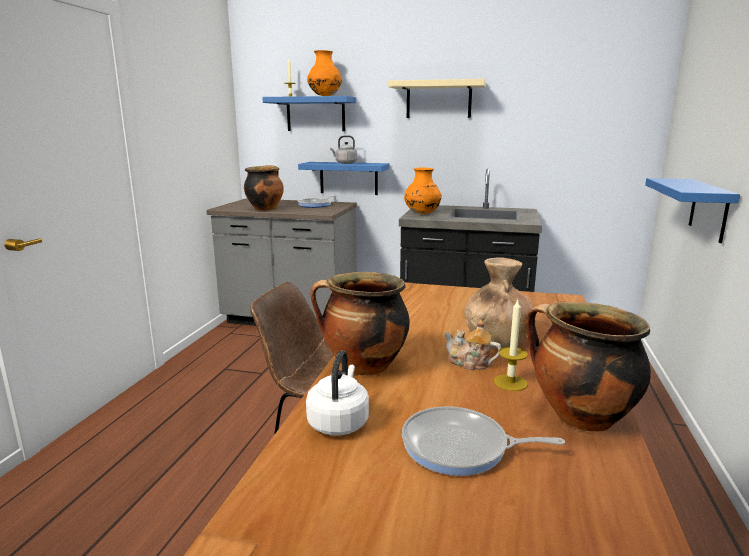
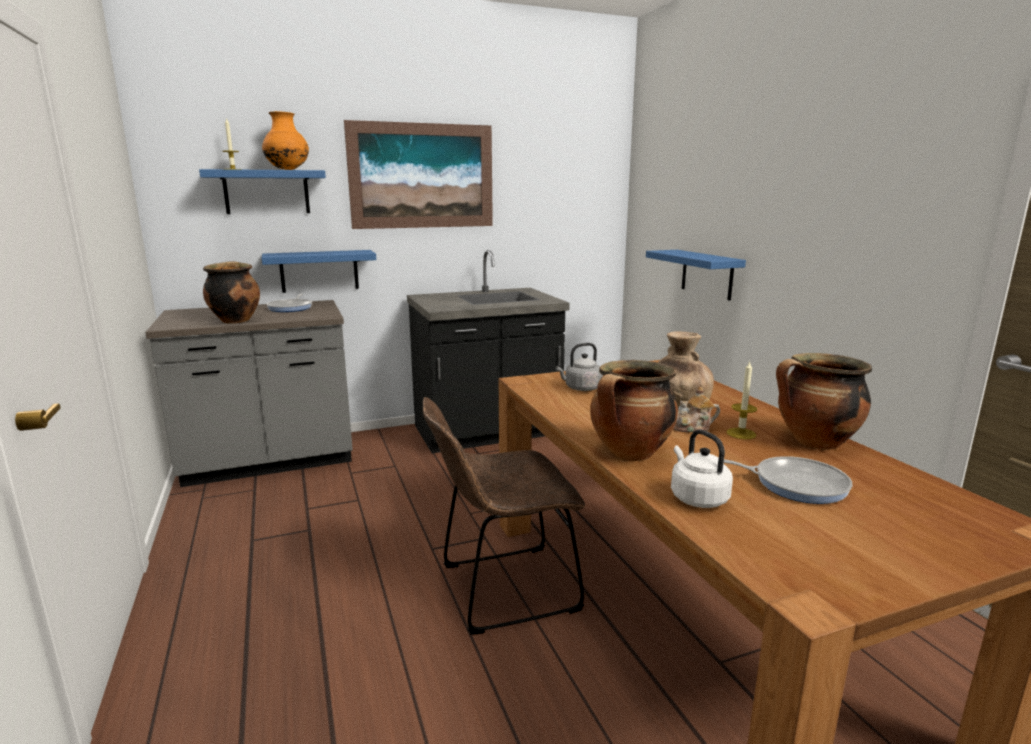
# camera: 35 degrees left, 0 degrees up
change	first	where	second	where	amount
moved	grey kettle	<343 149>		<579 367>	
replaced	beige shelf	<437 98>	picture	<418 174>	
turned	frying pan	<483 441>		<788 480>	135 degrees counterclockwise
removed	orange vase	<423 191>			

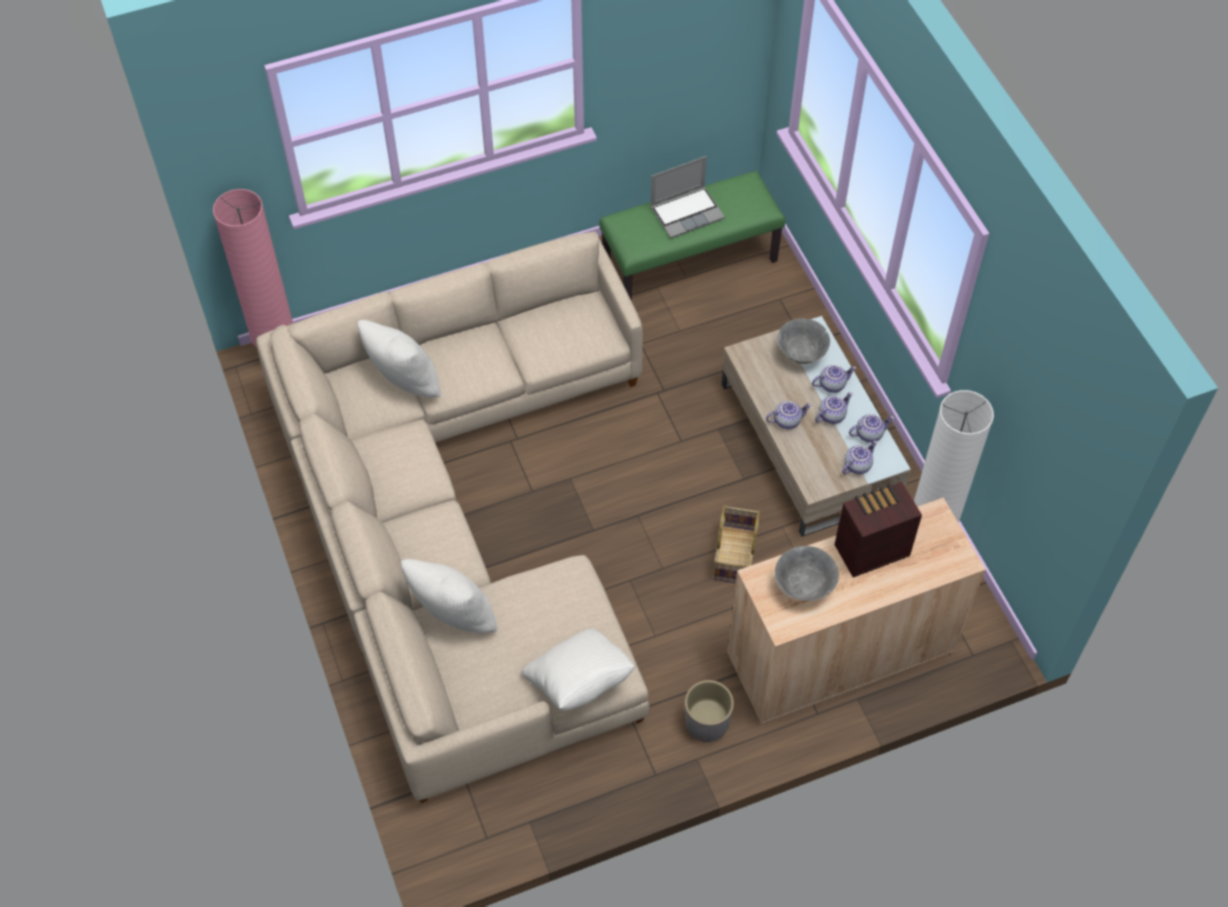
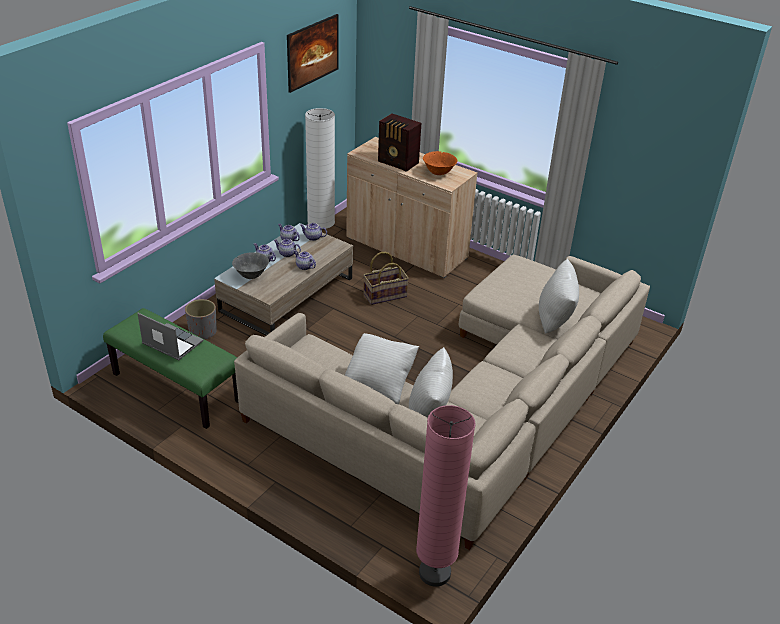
# camera: 125 degrees left, 20 degrees down
change	first	where	second	where	amount
moved	white pillow	<578 669>		<382 368>	
moved	grey planter	<709 711>		<201 319>	
recoloured	grey bowl	<807 573>	orange bowl	<440 163>	
added			picture	<313 53>	

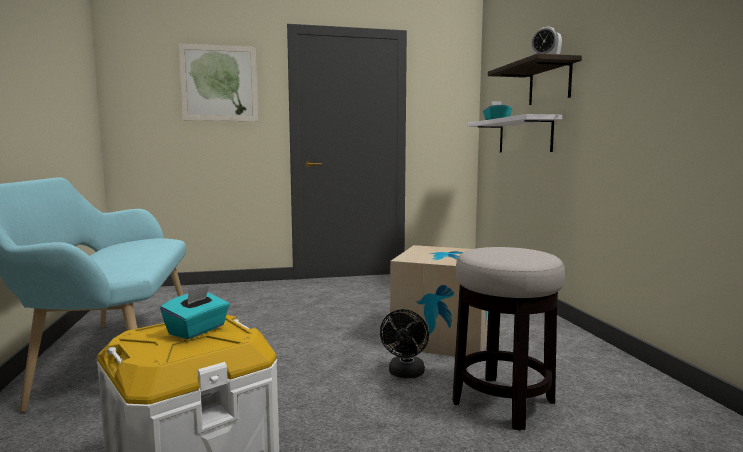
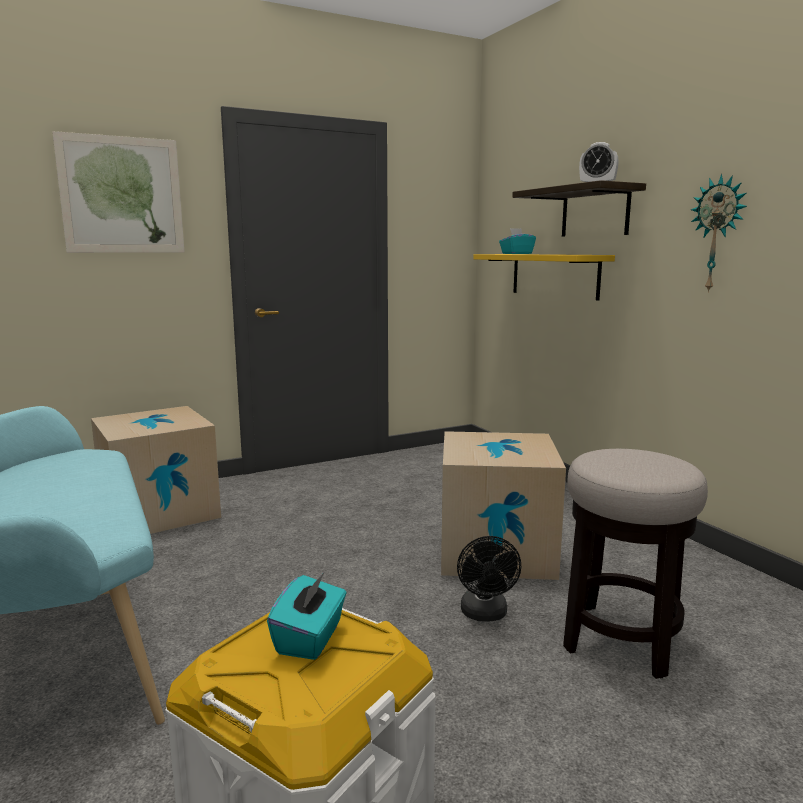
# camera: 15 degrees left, 5 degrees up
change	first	where	second	where	amount
recoloured	white shelf	<514 133>	yellow shelf	<544 277>	
added			cardboard box	<156 470>	
added			wall clock	<719 233>	

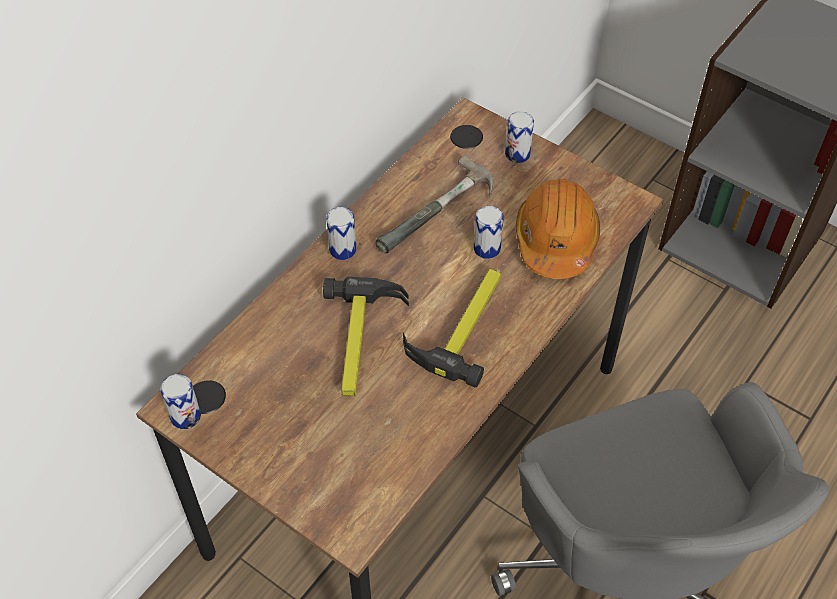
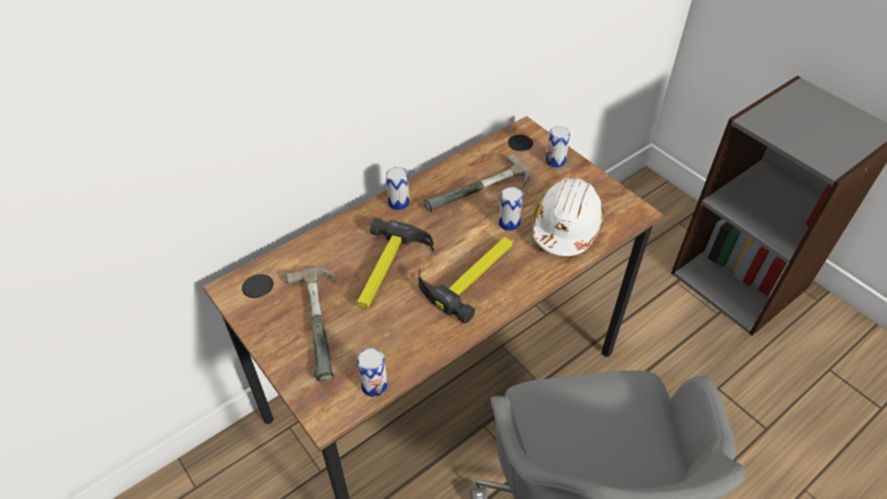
# camera: 15 degrees right, 5 degrees down
change	first	where	second	where	amount
moved	can	<180 401>		<372 372>	
recoloured	orange hard hat	<558 229>	white hard hat	<568 217>	
added			hammer	<311 325>	

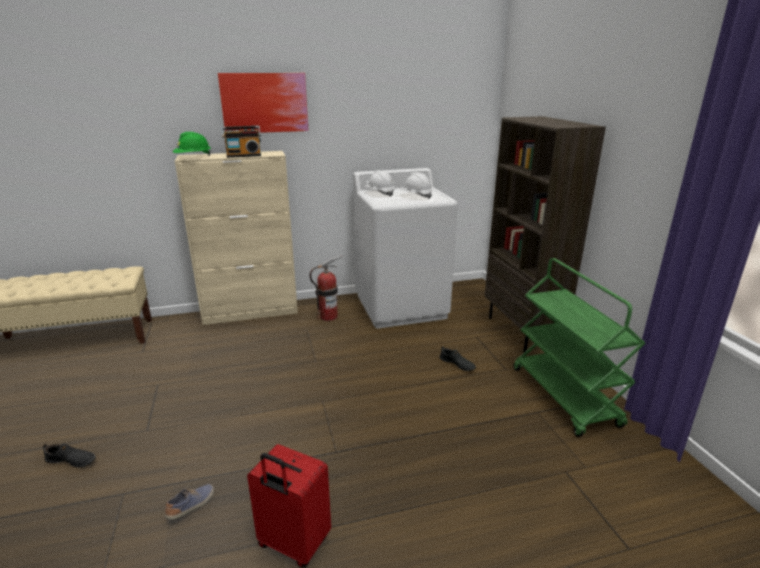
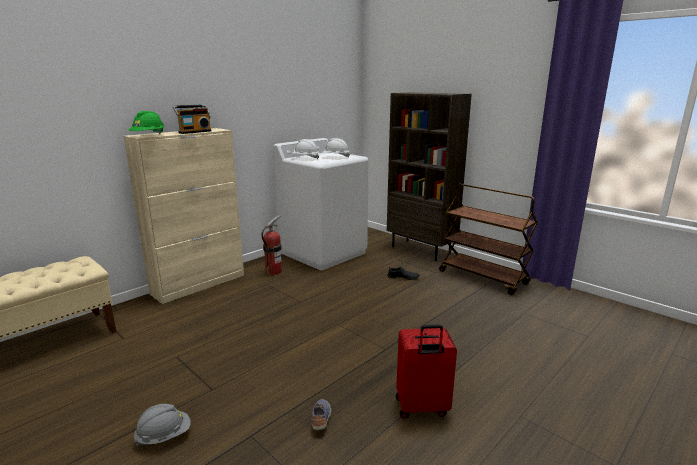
# camera: 30 degrees left, 5 degrees down
change	first	where	second	where	amount
replaced	black shoe	<69 455>	grey hard hat	<162 425>	
removed	picture	<263 103>			
recoloured	green cart	<579 347>	brown cart	<488 239>	

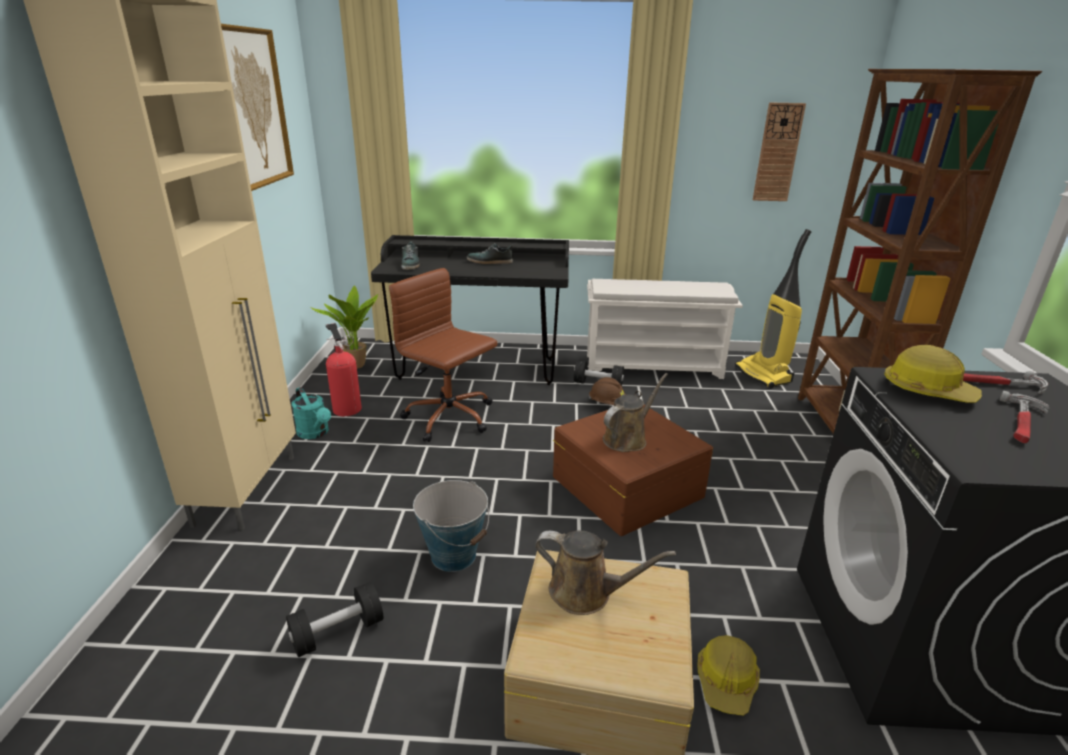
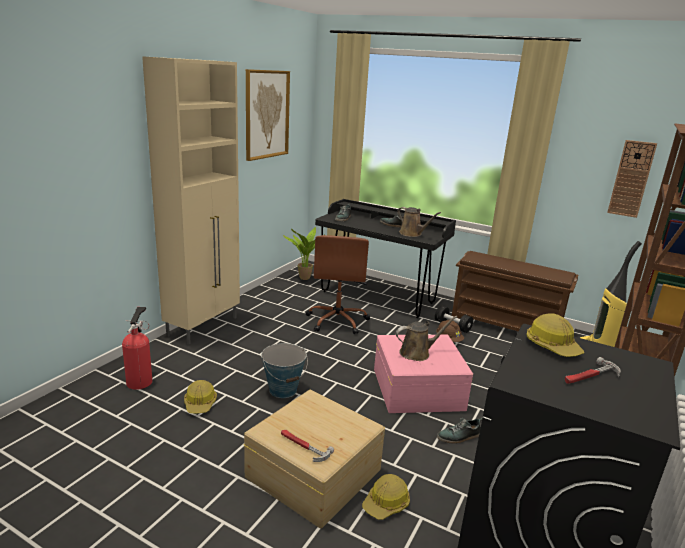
# camera: 25 degrees right, 5 degrees down
change	first	where	second	where	amount
replaced	black dumbbell	<334 620>	hard hat	<200 397>	
removed	turquoise watering can	<311 413>			
moved	fire extinguisher	<344 369>		<137 348>	
turned	brown office chair	<443 355>		<337 284>	150 degrees counterclockwise
moved	brown watering can	<605 573>		<419 222>	
recoloured	brown storage box	<633 470>	pink storage box	<423 374>	
recoloured	white shoe rack	<665 329>	brown shoe rack	<515 291>	
moved	hammer	<1005 382>		<307 446>	
added			shoe	<459 431>	

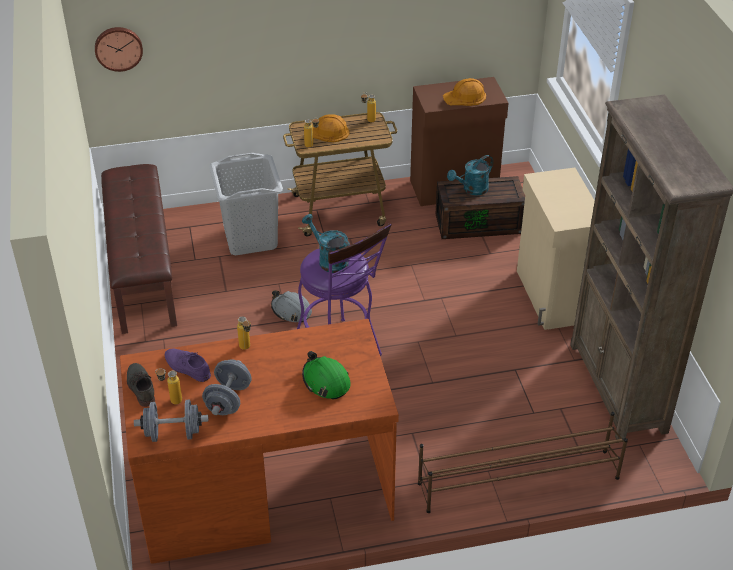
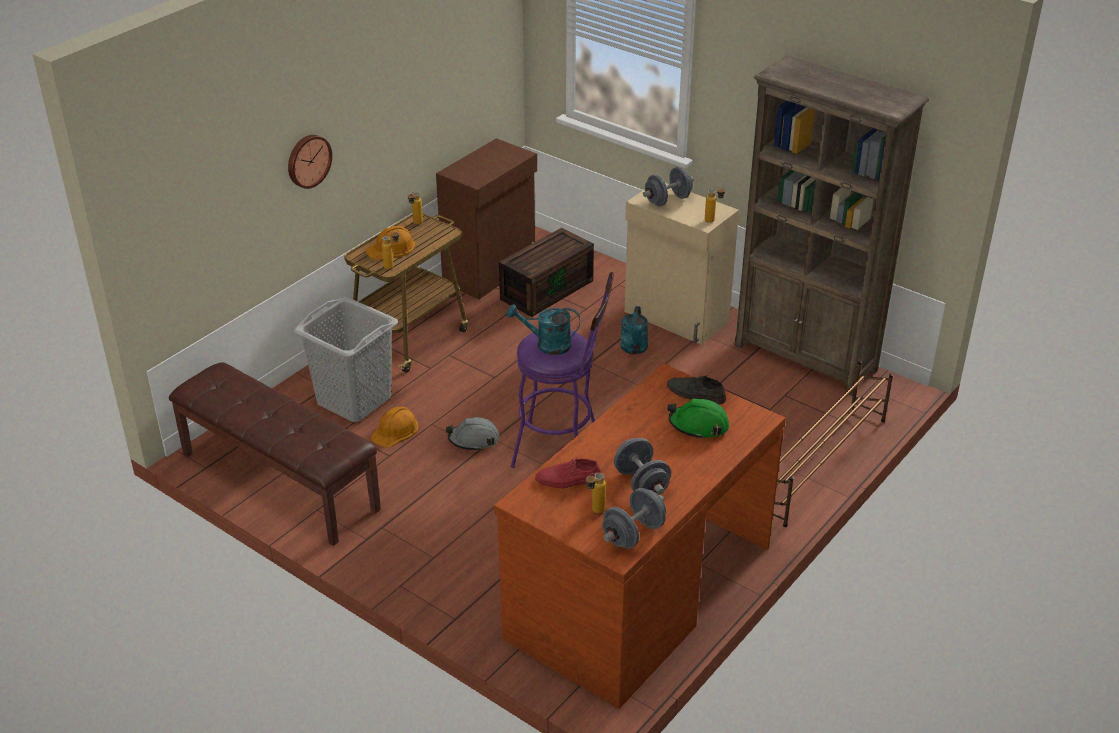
# camera: 40 degrees left, 5 degrees down
change	first	where	second	where	amount
moved	wall clock	<119 49>		<310 162>	
moved	grey shoe	<141 385>		<696 390>	
recoloured	purple shoe	<188 365>	red shoe	<568 472>	
moved	bottle	<244 333>		<715 204>	
moved	orange hard hat	<464 92>		<394 427>	
moved	turquoise watering can	<470 175>		<634 330>	
added			grey dumbbell	<668 186>	

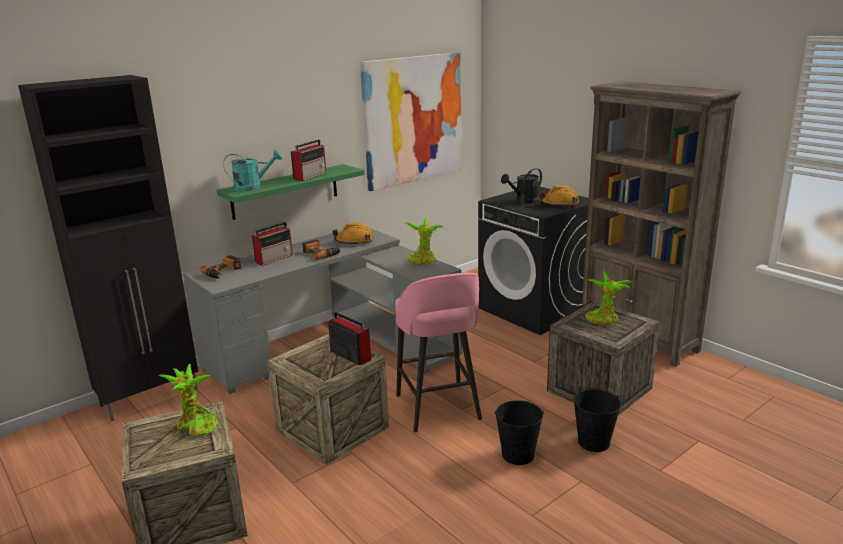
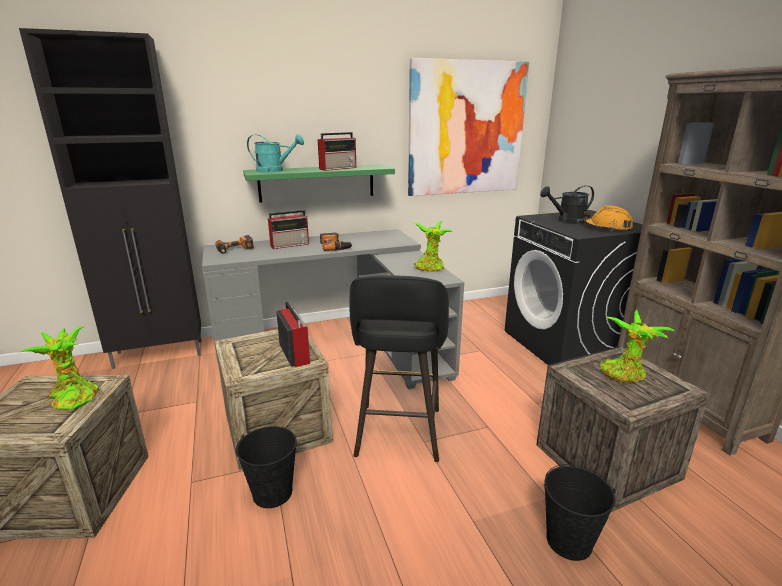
# camera: 20 degrees right, 0 degrees up
change	first	where	second	where	amount
removed	orange hard hat	<352 233>			
recoloured	pink stool	<438 353>	black stool	<399 368>	
moved	black bucket	<519 432>		<266 467>	

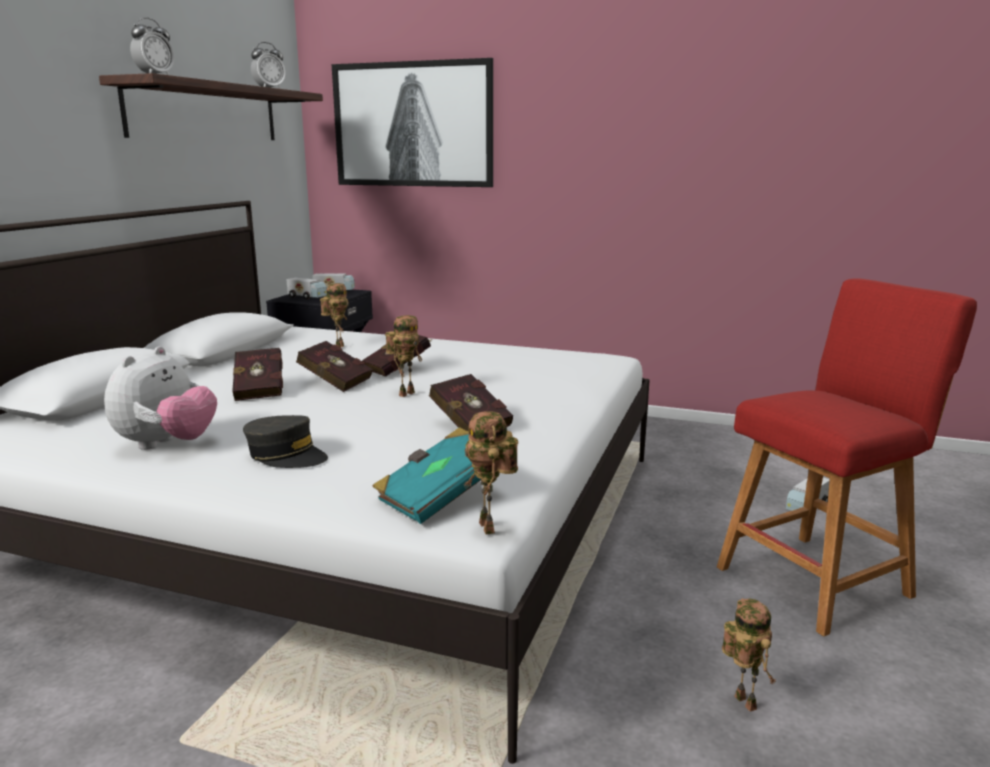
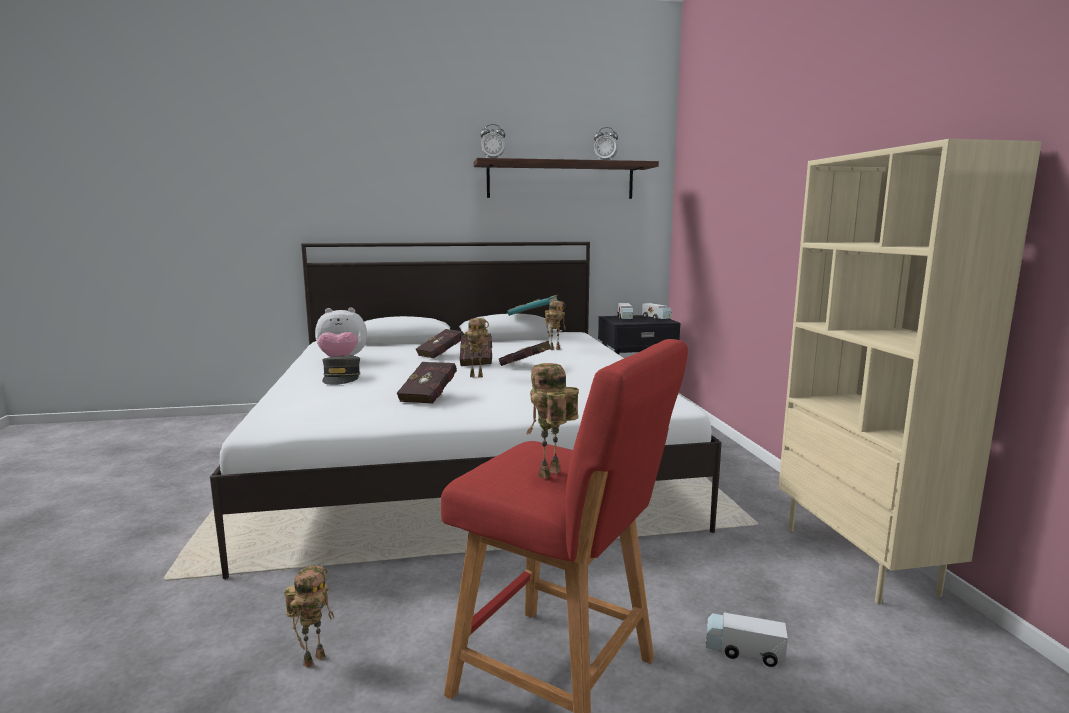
# camera: 60 degrees right, 5 degrees down
change	first	where	second	where	amount
removed	picture	<412 122>			
moved	turquoise book	<426 475>		<533 305>	
moved	toy robot	<491 473>		<553 421>	
added			beige bookcase	<910 372>	

